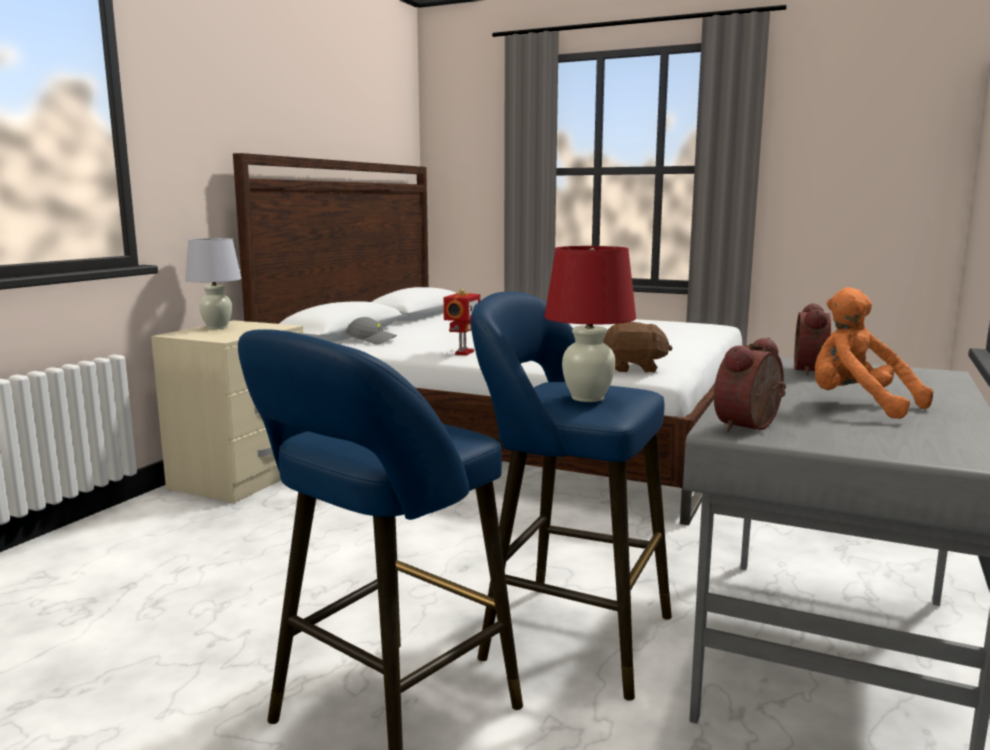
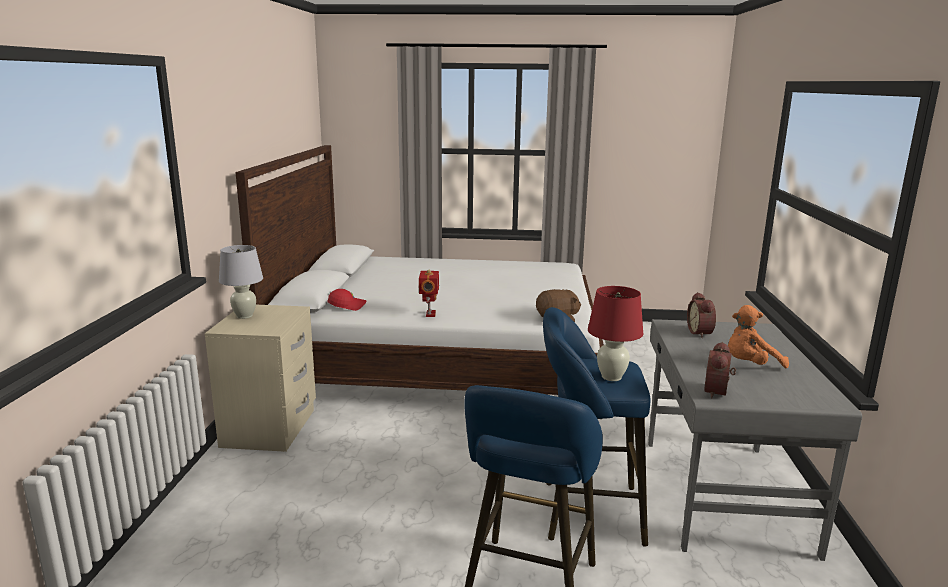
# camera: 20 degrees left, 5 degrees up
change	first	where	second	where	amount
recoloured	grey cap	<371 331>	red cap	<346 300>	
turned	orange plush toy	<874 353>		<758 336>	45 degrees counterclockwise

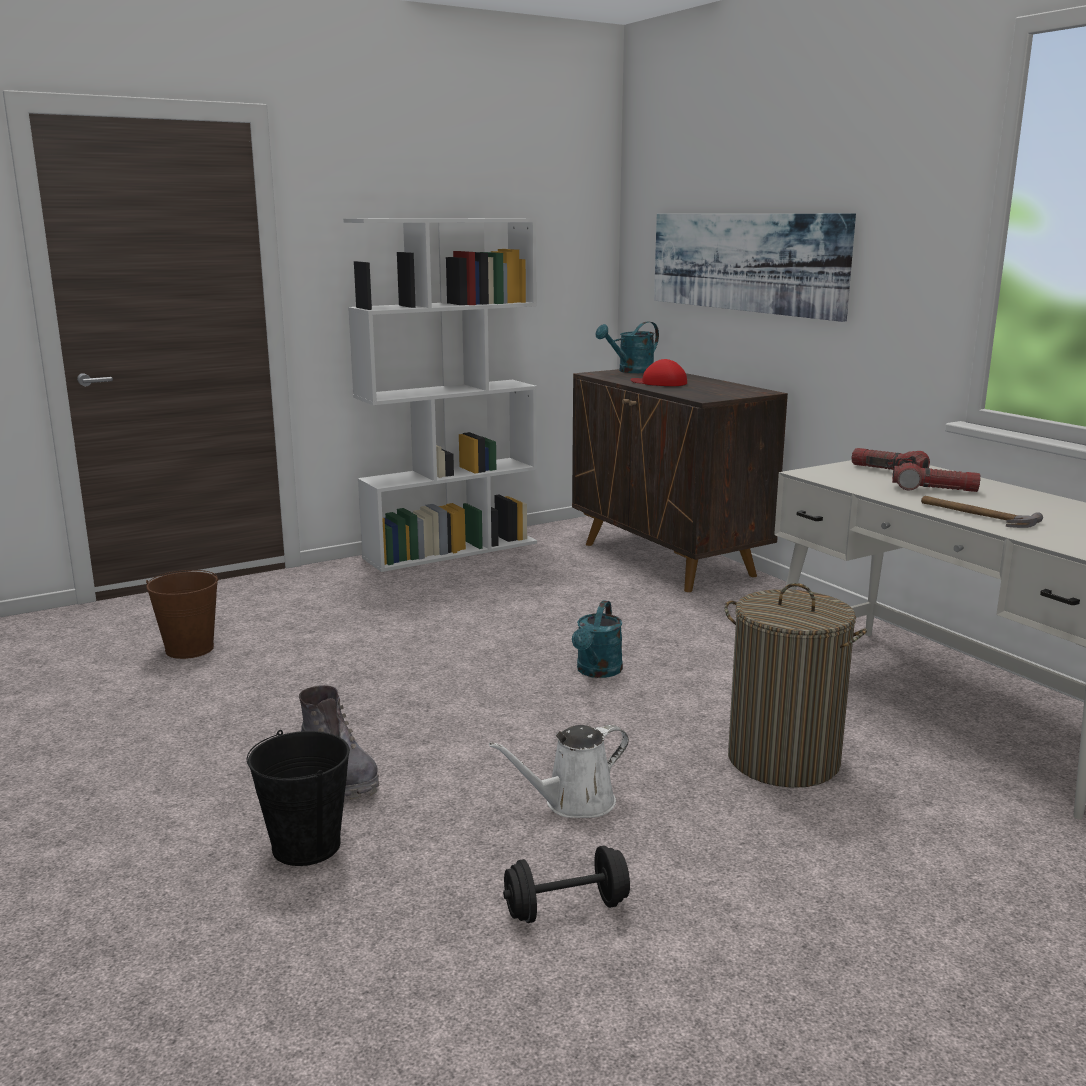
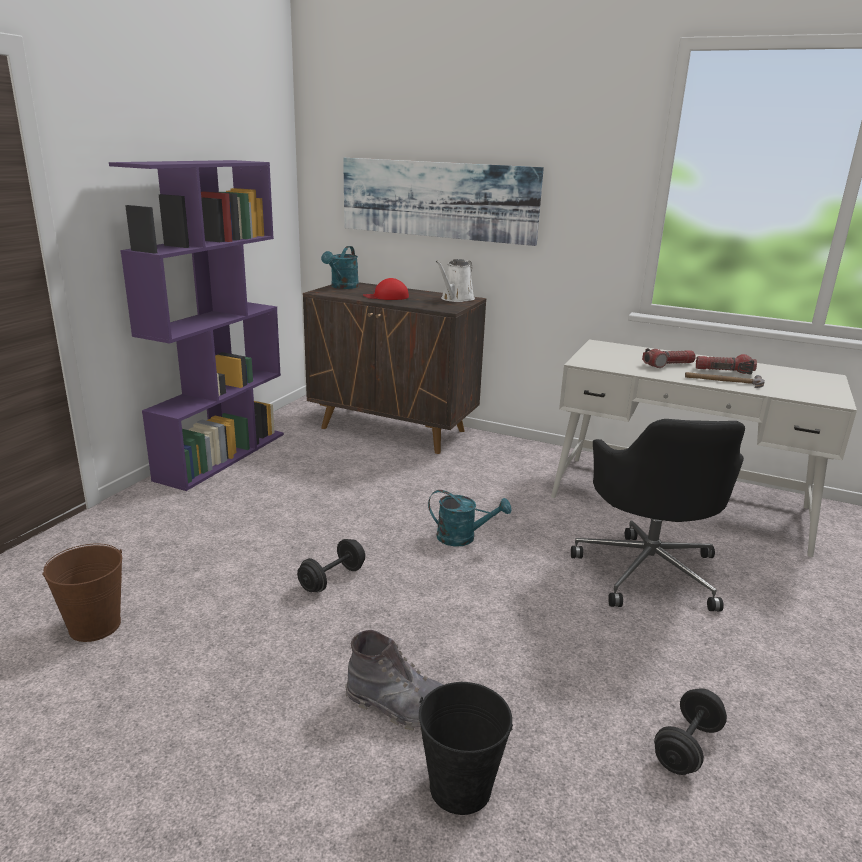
# camera: 35 degrees left, 5 degrees up
change	first	where	second	where	amount
recoloured	white bookcase	<440 395>	purple bookcase	<196 325>	
moved	white watering can	<559 771>		<455 280>	
turned	turquoise watering can	<597 639>		<469 518>	60 degrees counterclockwise
replaced	laundry basket	<796 685>	black office chair	<658 515>	
moved	flashlight	<890 459>		<726 364>	
added			black dumbbell	<331 565>	

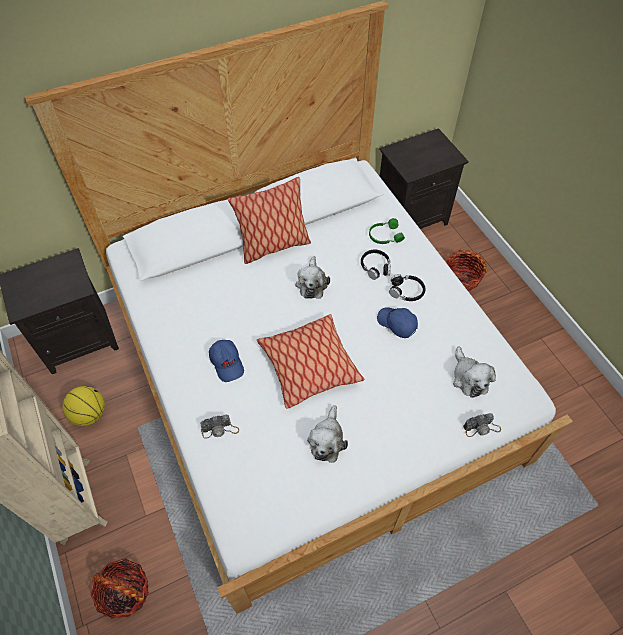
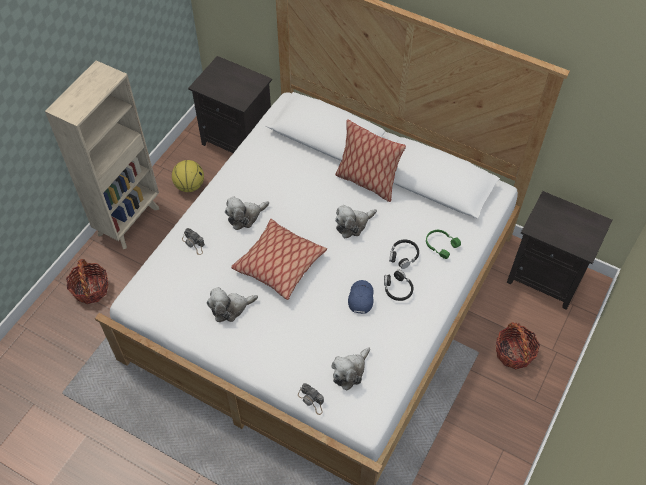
# camera: 55 degrees right, 0 degrees up
change	first	where	second	where	amount
replaced	blue cap	<226 361>	plush toy	<247 213>	

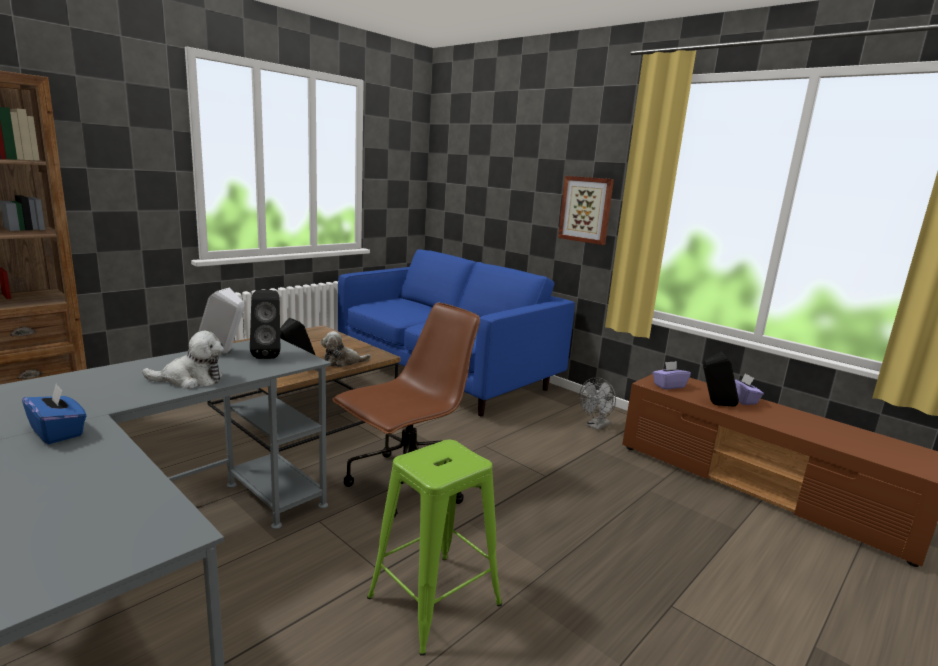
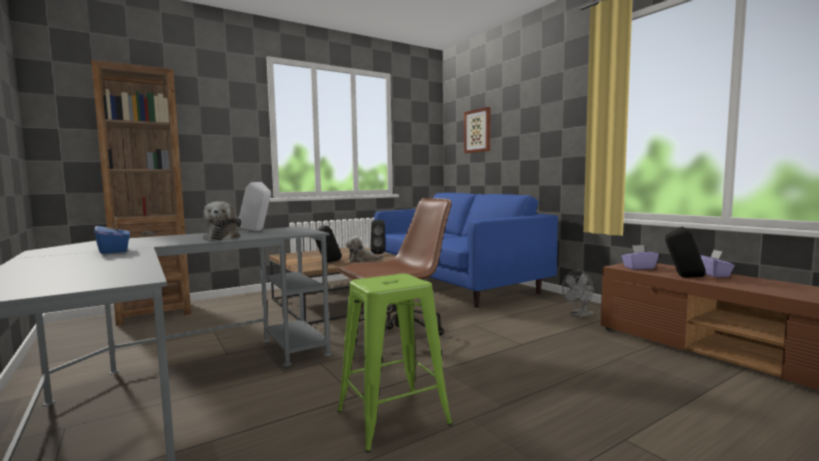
# camera: 15 degrees right, 10 degrees down
change	first	where	second	where	amount
turned	plush toy	<183 360>		<222 221>	75 degrees clockwise
moved	black speaker	<265 324>		<378 237>	
moved	picture	<586 210>		<477 130>	

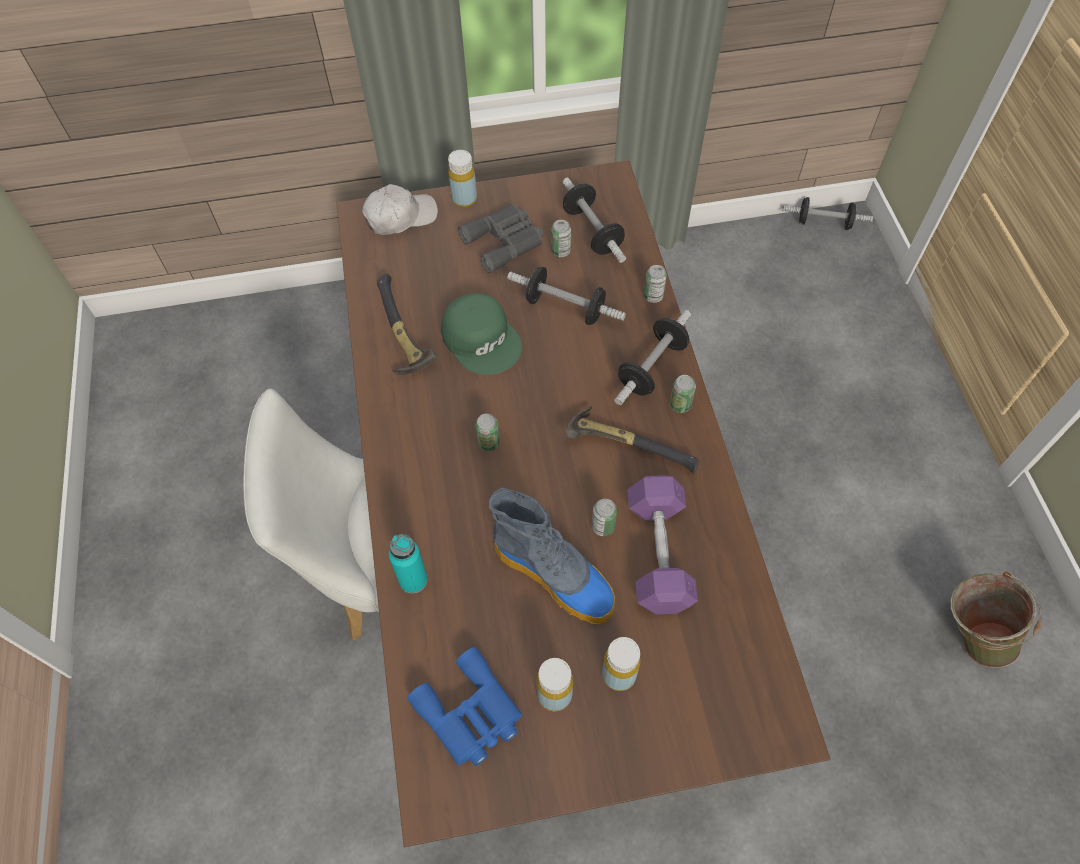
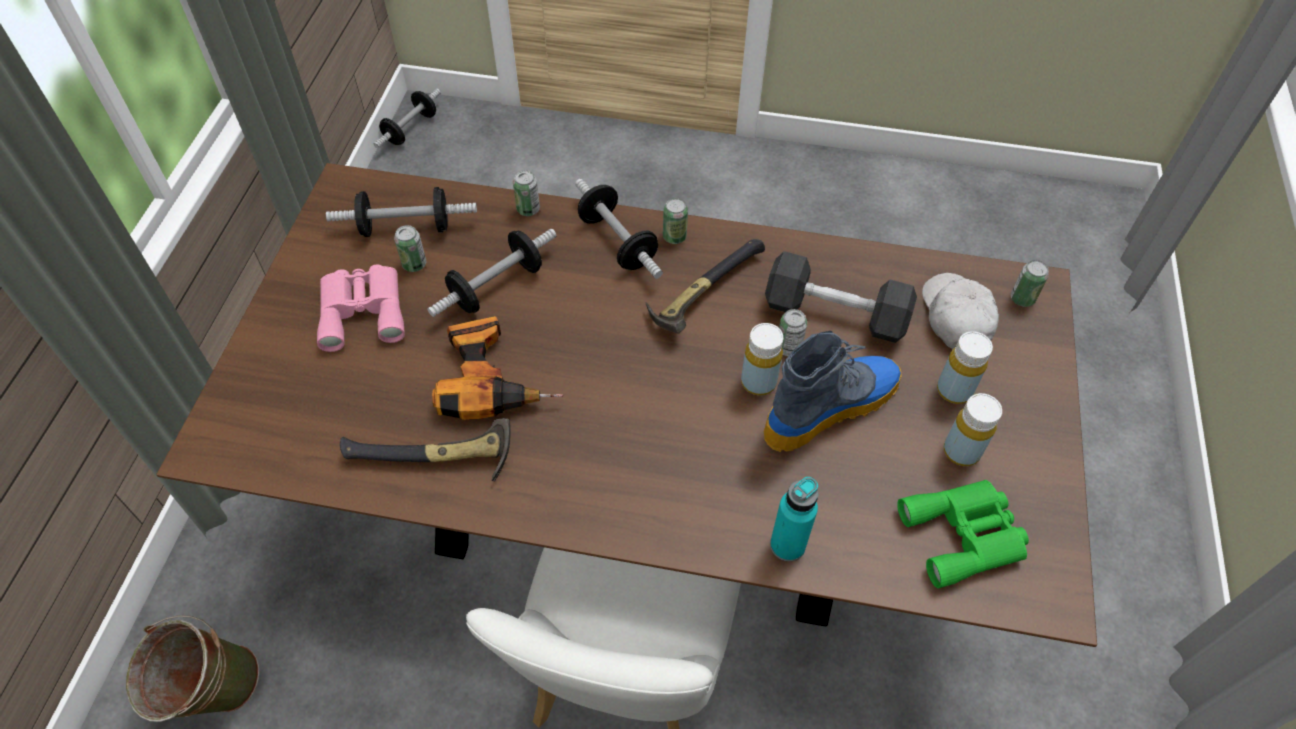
# camera: 70 degrees left, 5 degrees down
change	first	where	second	where	amount
moved	white cap	<400 209>		<960 311>	
recoloured	blue binoculars	<464 706>	green binoculars	<963 534>	
replaced	green cap	<481 334>	power drill	<498 368>	
moved	yellow bottle	<462 178>		<762 359>	
recoloured	grey binoculars	<500 238>	pink binoculars	<361 308>	
moved	can	<487 432>		<1030 283>	
recoloured	purple dumbbell	<662 544>	grey dumbbell	<841 297>	
moved	green bucket	<996 619>		<192 668>	

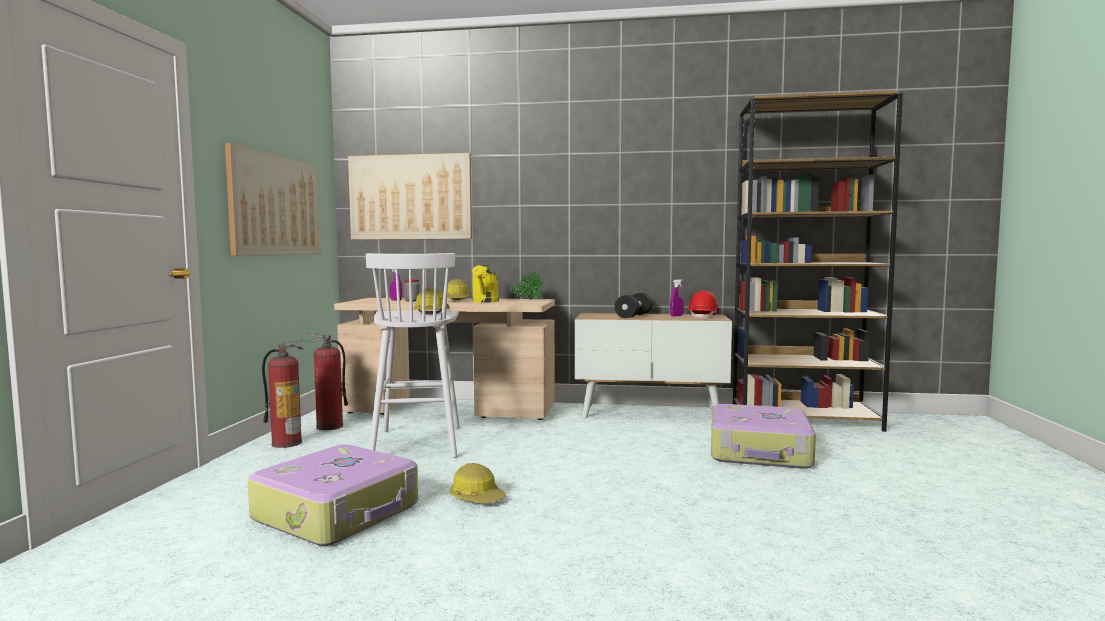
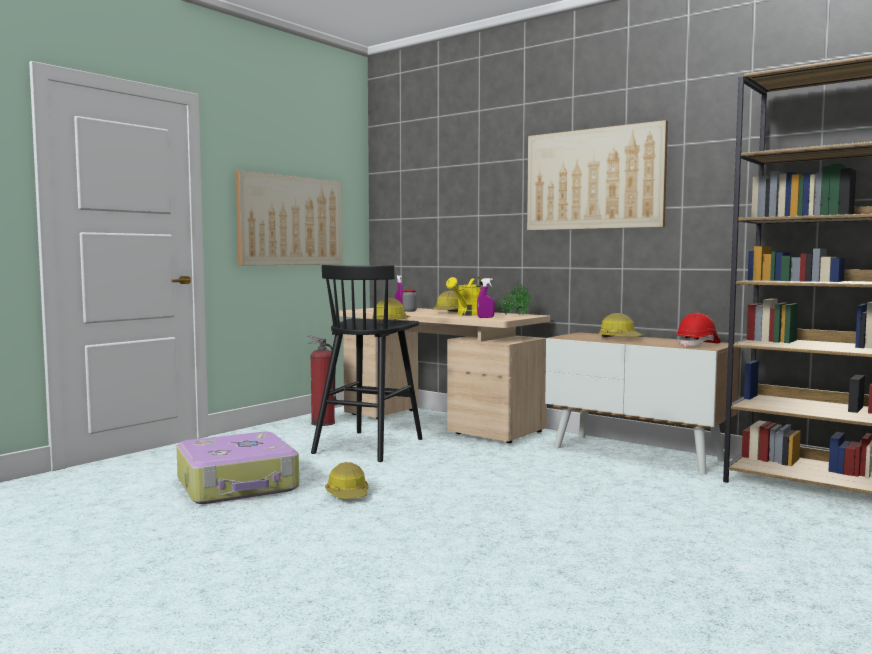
# camera: 30 degrees right, 0 degrees up
change	first	where	second	where	amount
removed	fire extinguisher	<282 394>			
moved	picture	<410 196>		<597 175>	
recoloured	white stool	<413 355>	black stool	<367 363>	
replaced	black dumbbell	<633 305>	hard hat	<621 325>	
moved	purple spray bottle	<677 297>		<486 298>	
removed	suitcase	<763 436>			

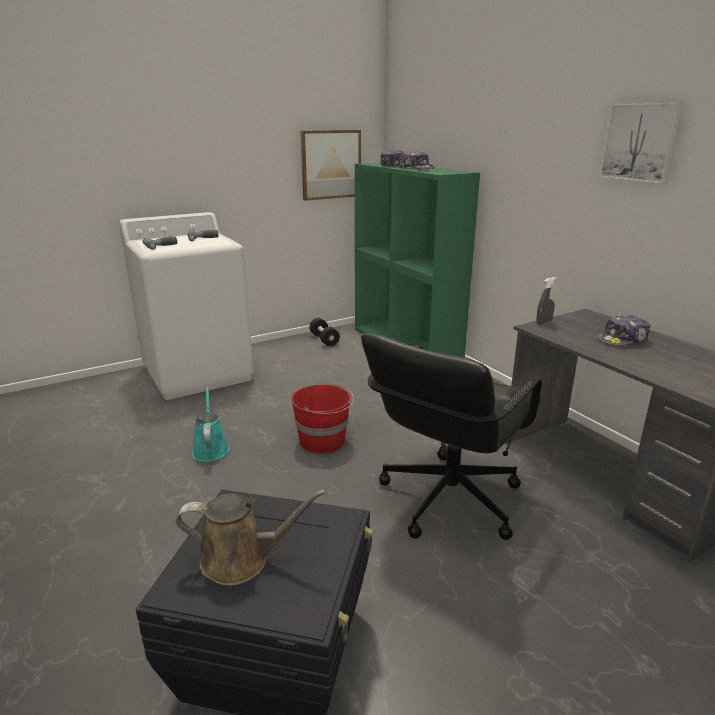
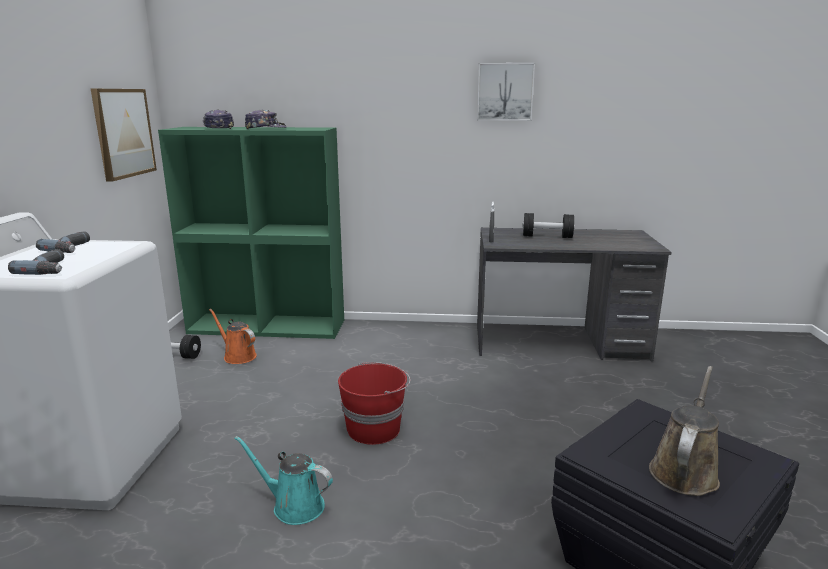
# camera: 55 degrees left, 5 degrees down
change	first	where	second	where	amount
removed	black office chair	<452 436>			
replaced	cap	<623 330>	black dumbbell	<548 225>	
added			orange watering can	<233 336>	

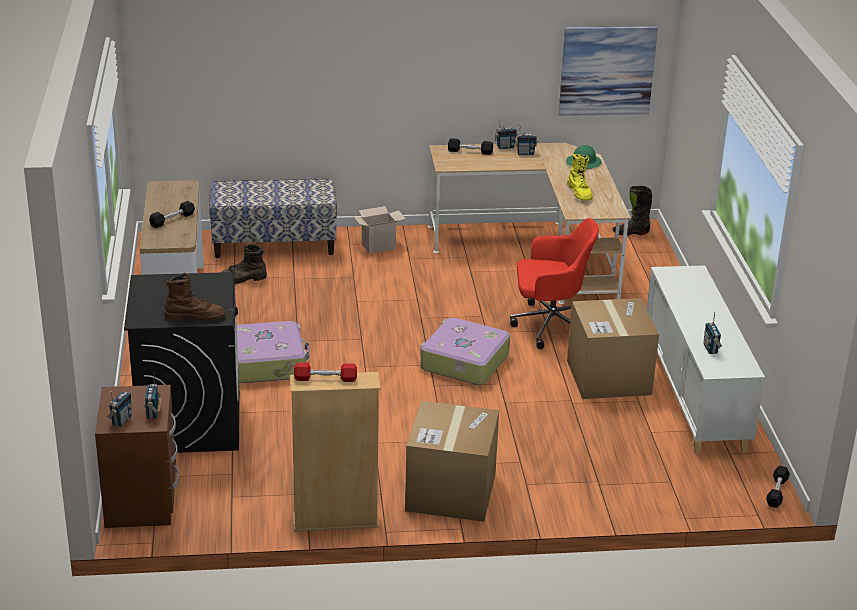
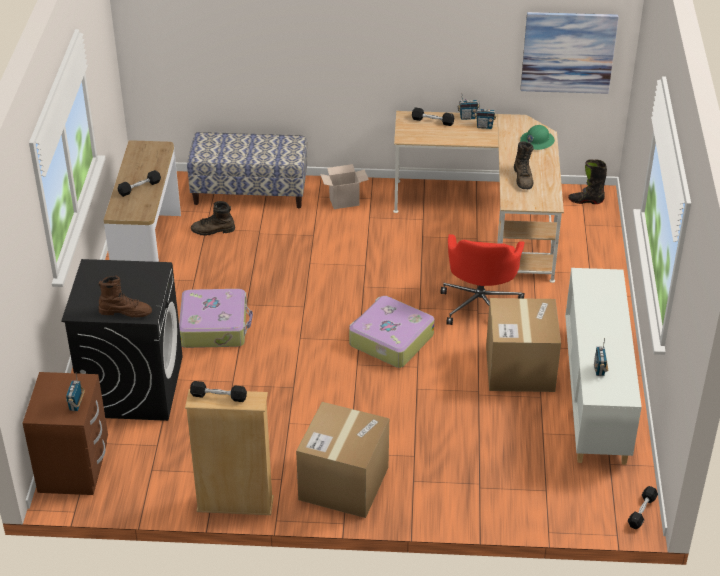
# camera: 10 degrees right, 10 degrees up
change	first	where	second	where	amount
removed	radio	<119 409>			
recoloured	red dumbbell	<325 372>	black dumbbell	<218 391>	
turned	red office chair	<554 283>		<483 279>	90 degrees clockwise
recoloured	yellow boot	<580 177>	brown boot	<524 165>	

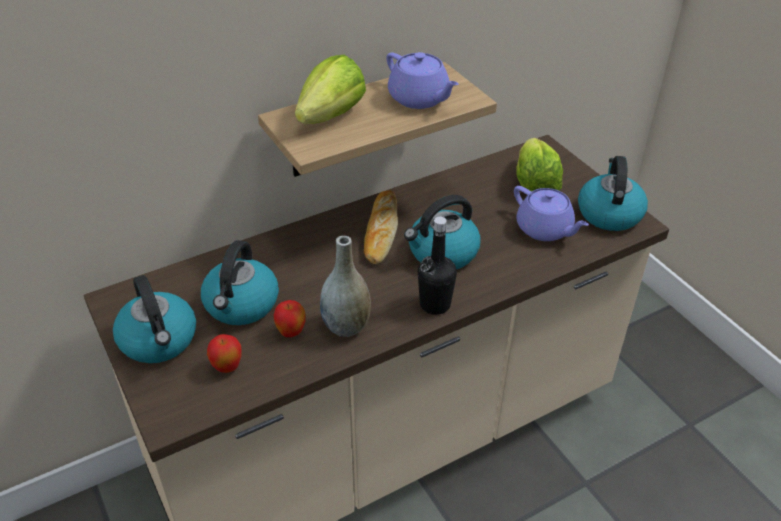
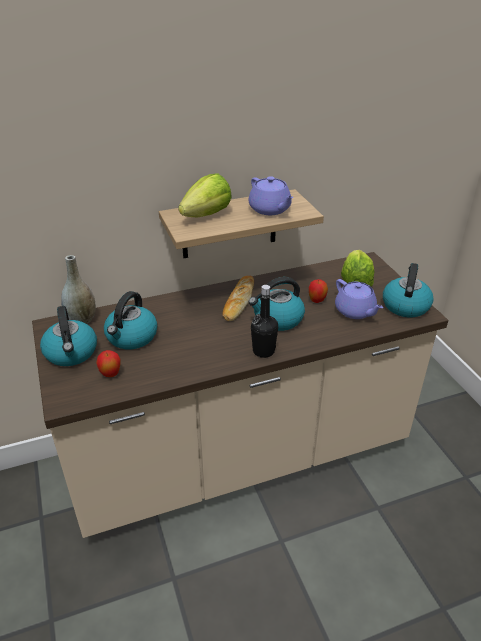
# camera: 10 degrees right, 5 degrees down
change	first	where	second	where	amount
moved	apple	<290 318>		<318 291>	
moved	grey vase	<345 286>		<78 289>	

